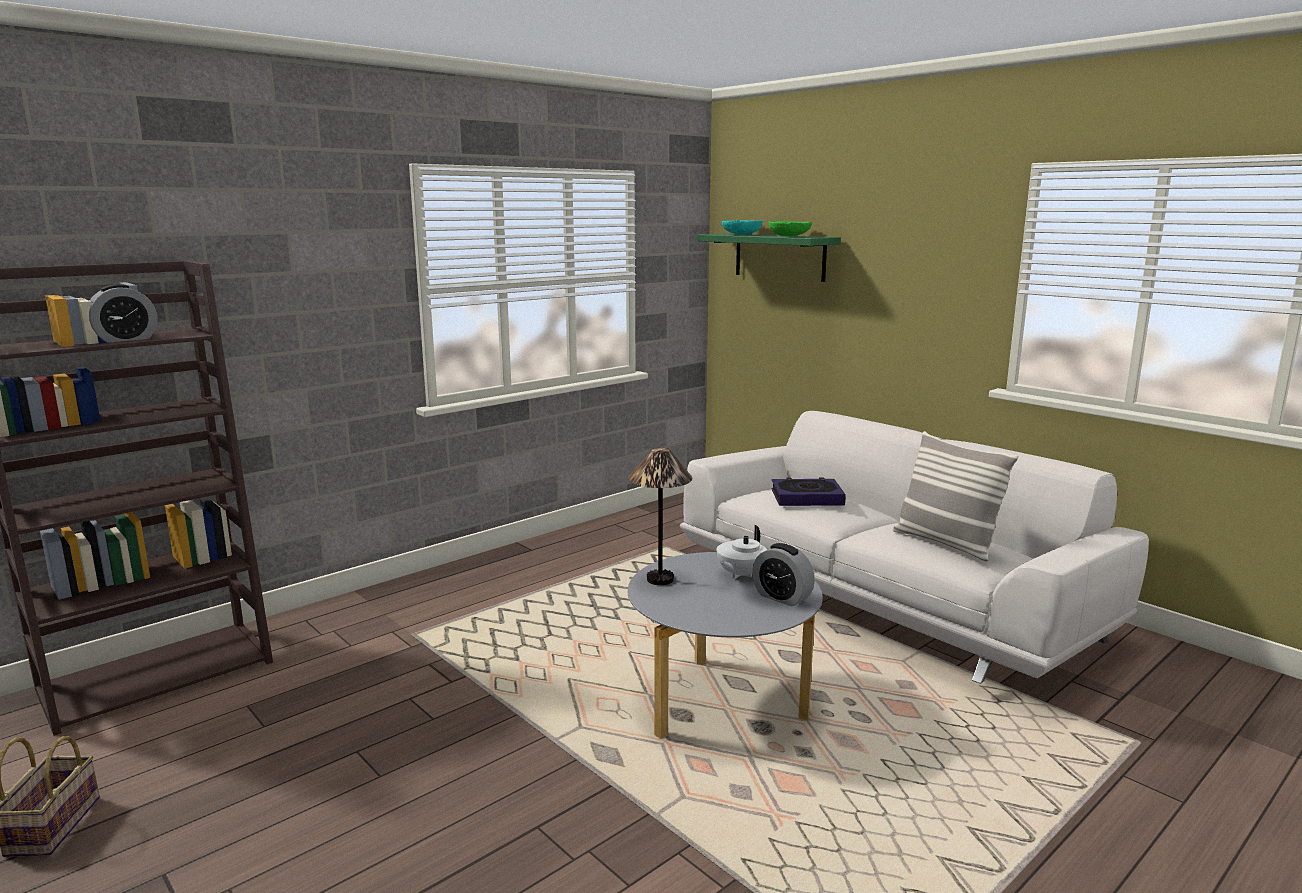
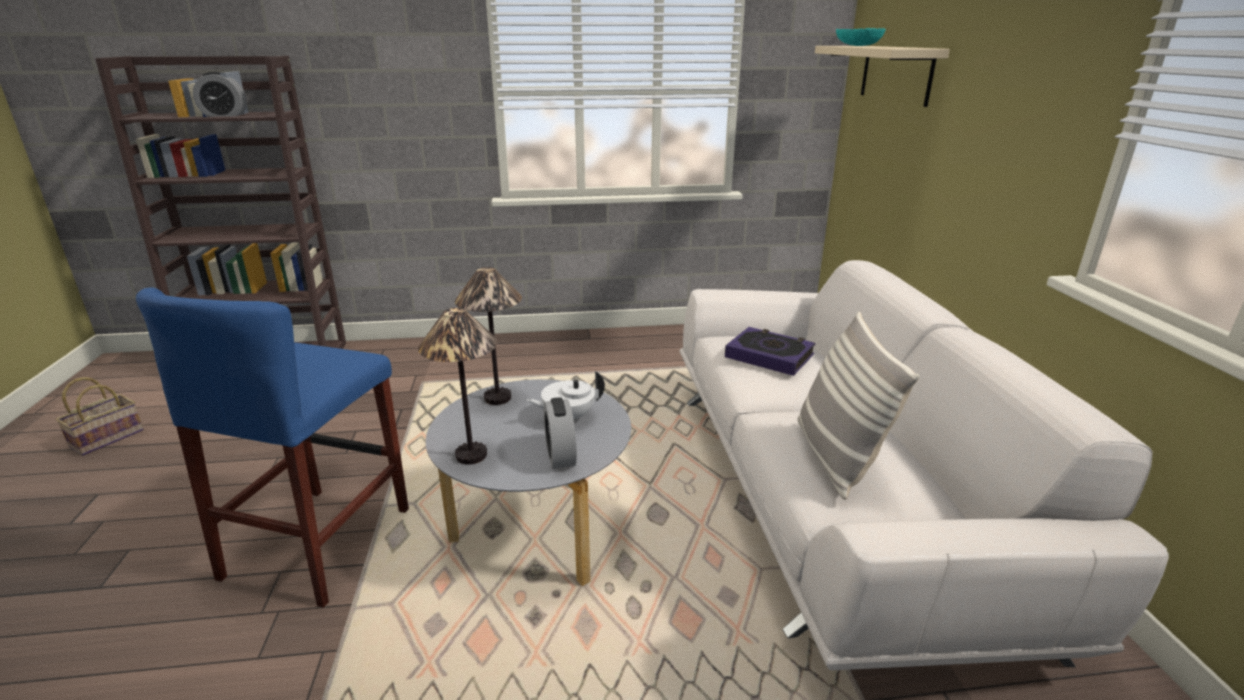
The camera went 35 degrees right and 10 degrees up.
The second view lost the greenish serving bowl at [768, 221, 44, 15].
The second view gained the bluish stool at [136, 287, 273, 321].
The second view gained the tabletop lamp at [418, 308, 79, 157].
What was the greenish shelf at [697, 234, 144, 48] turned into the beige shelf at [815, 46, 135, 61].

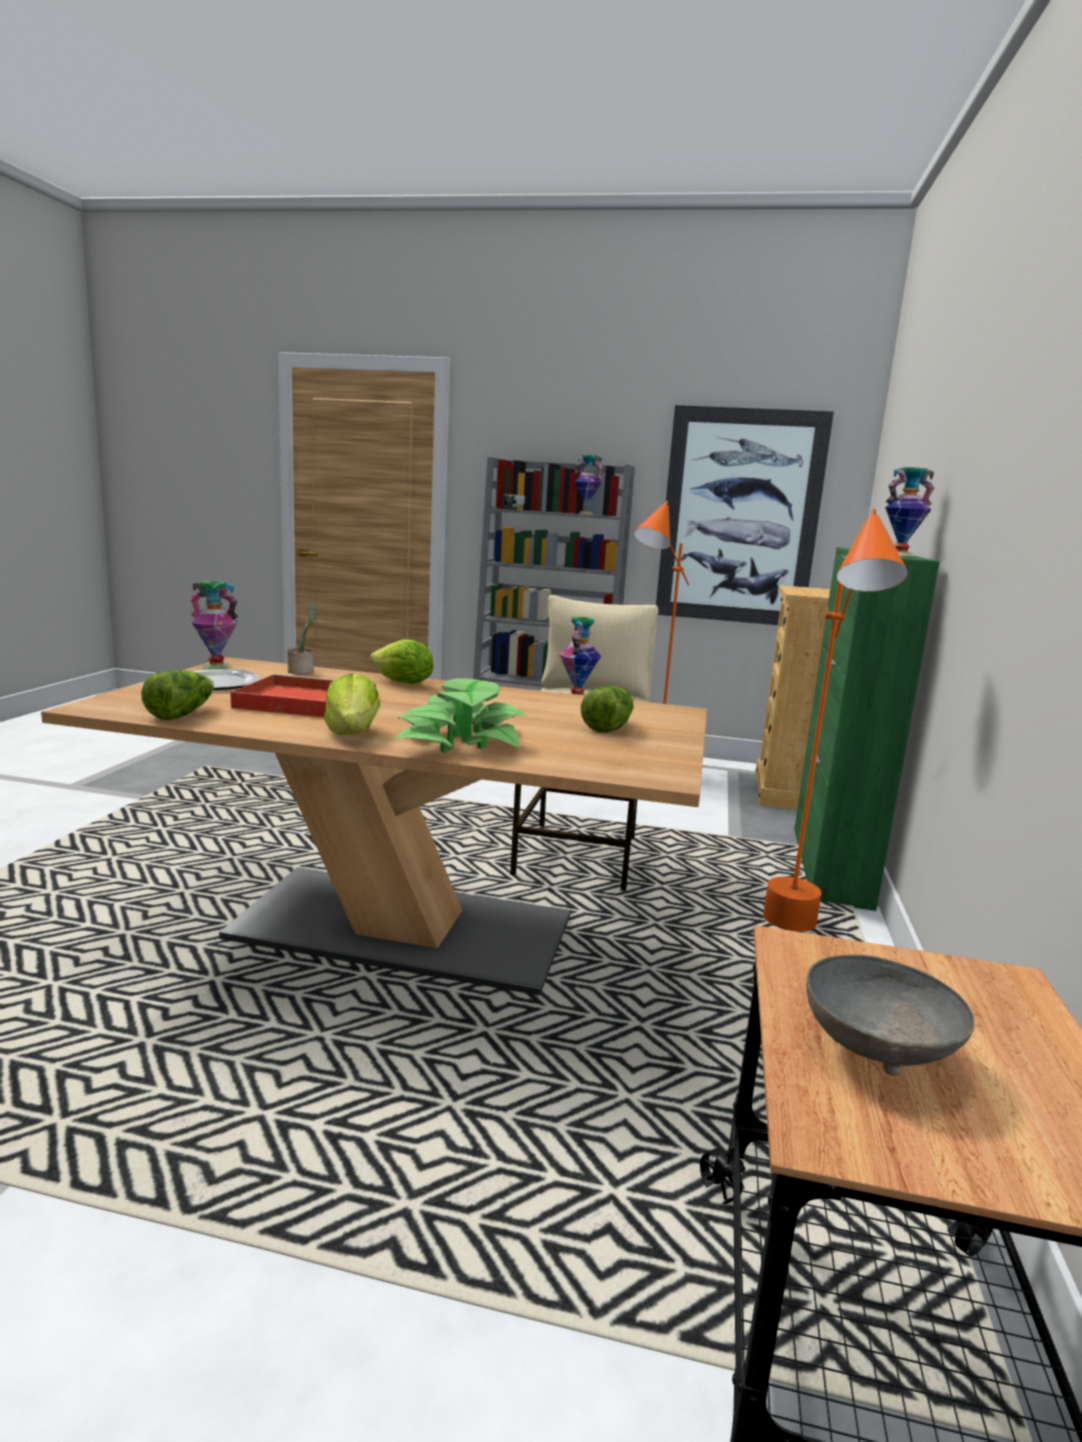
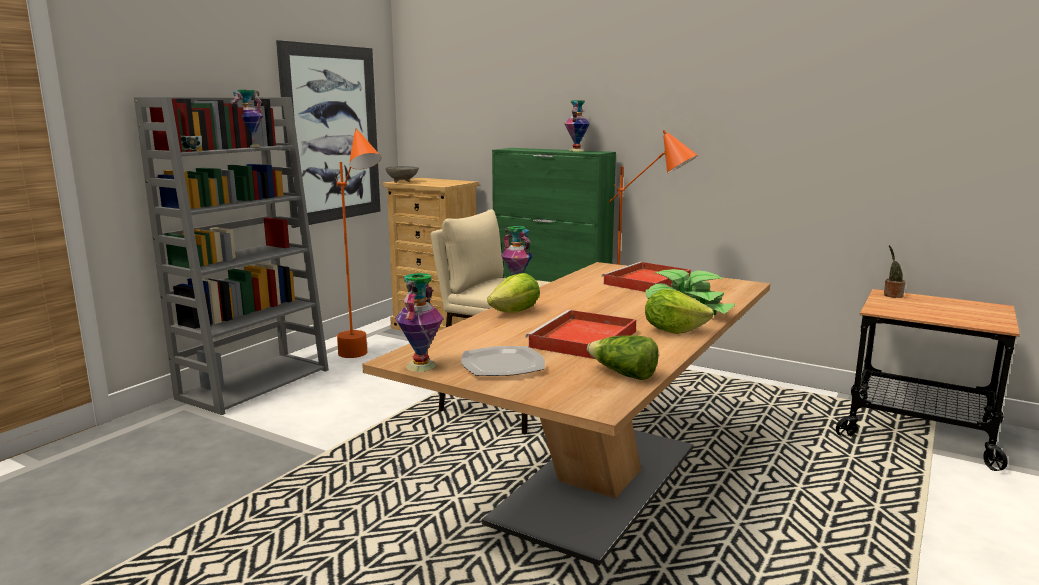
The camera went 70 degrees left and 0 degrees up.
The plant in a pot ended up elsewhere, having gone from [287, 601, 28, 73] to [884, 245, 21, 53].
The greyish serving bowl ended up elsewhere, having gone from [806, 954, 169, 122] to [385, 166, 34, 17].
Where the lettuce stood at [581, 686, 53, 47], the red tray came to stand at [602, 262, 89, 30].

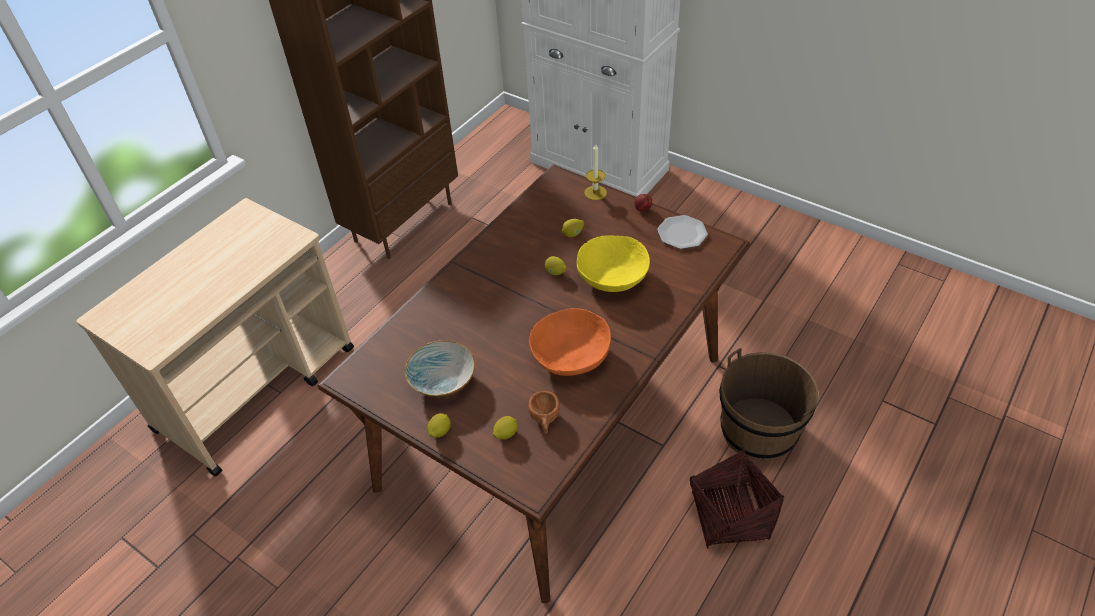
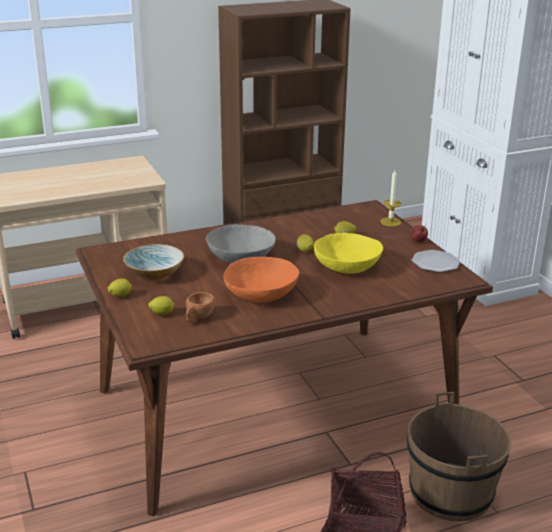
The camera went 30 degrees right and 20 degrees down.
The second view gained the greyish serving bowl at [206, 224, 70, 39].

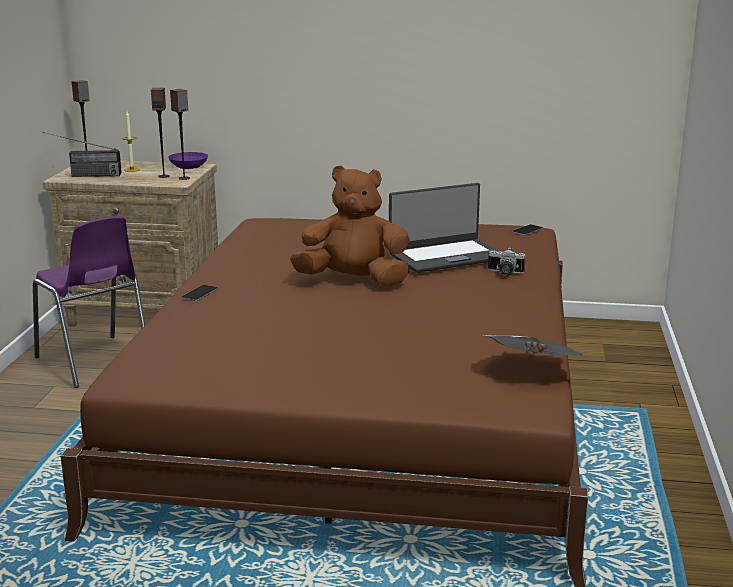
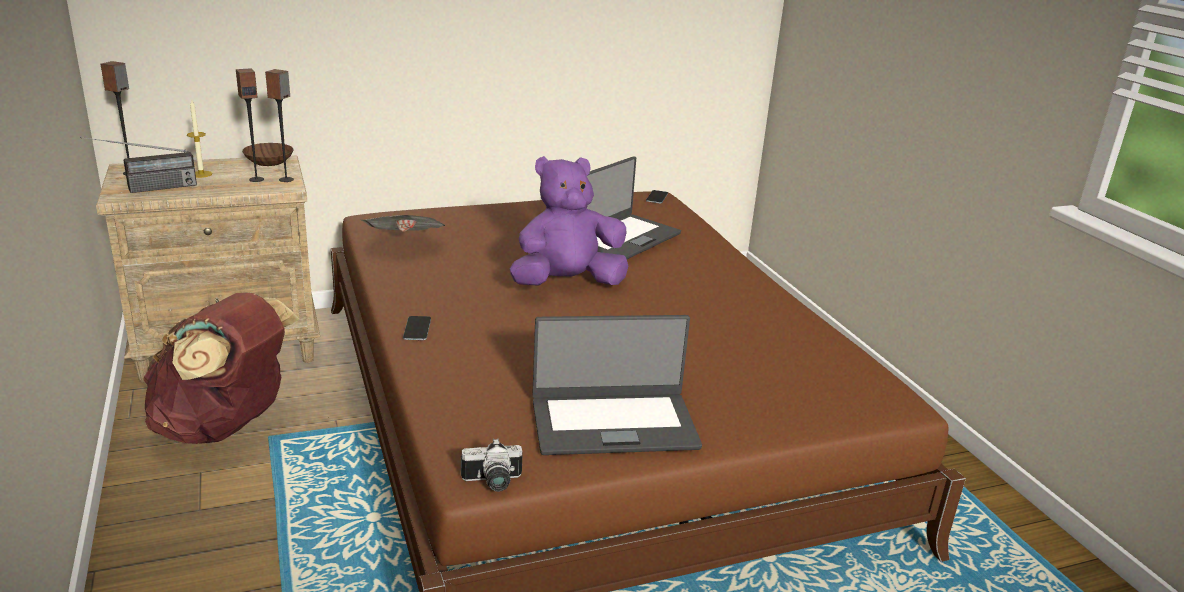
The camera went 30 degrees left and 5 degrees up.
The second view gained the portable computer at [532, 315, 170, 140].
The newspaper ended up elsewhere, having gone from [484, 335, 98, 21] to [362, 215, 83, 17].
The photo camera ended up elsewhere, having gone from [488, 247, 37, 28] to [461, 439, 61, 53].
Where the purplish plain chair stood at [33, 216, 112, 172], the brown backpack came to stand at [143, 292, 157, 152].
What was the purplish serving bowl at [168, 152, 40, 17] turned into the brown serving bowl at [242, 143, 52, 23].
What was the brown cuddly toy at [290, 166, 120, 120] turned into the purplish cuddly toy at [510, 156, 118, 130].

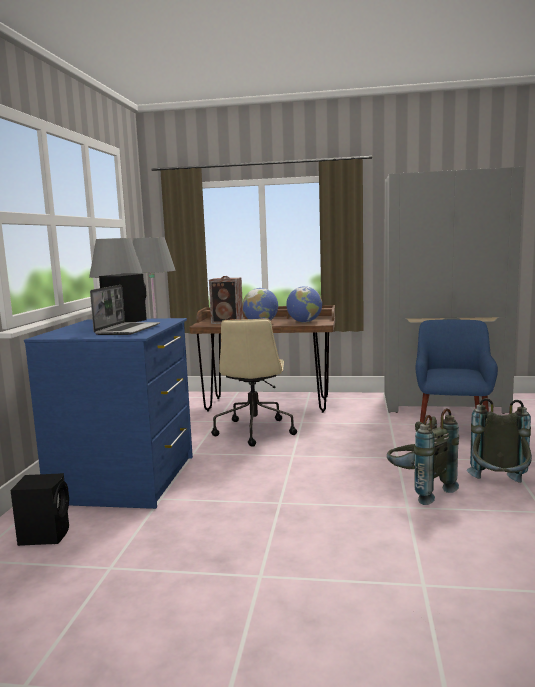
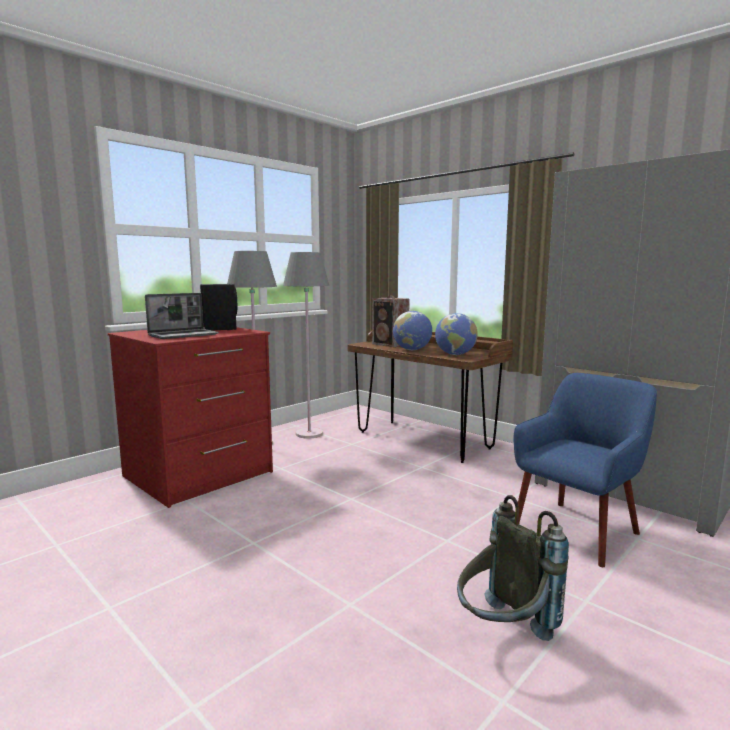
The camera went 35 degrees right and 0 degrees up.
The second view lost the blackish speaker at [10, 473, 59, 73].
The second view lost the beige desk chair at [211, 318, 86, 129].
The second view lost the greyish backpack at [387, 409, 72, 96].
What was the bluish drawer chest at [24, 318, 169, 191] turned into the red drawer chest at [108, 327, 165, 181].

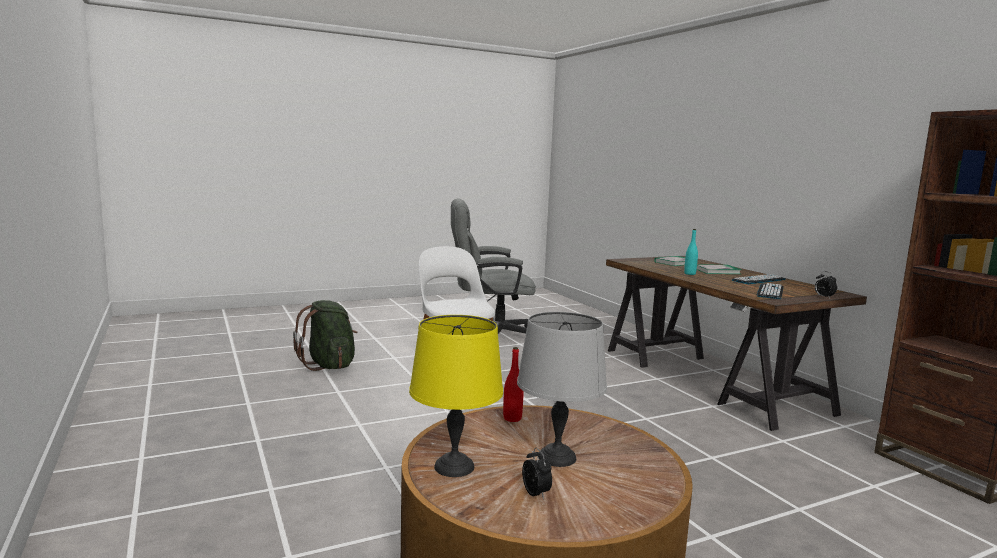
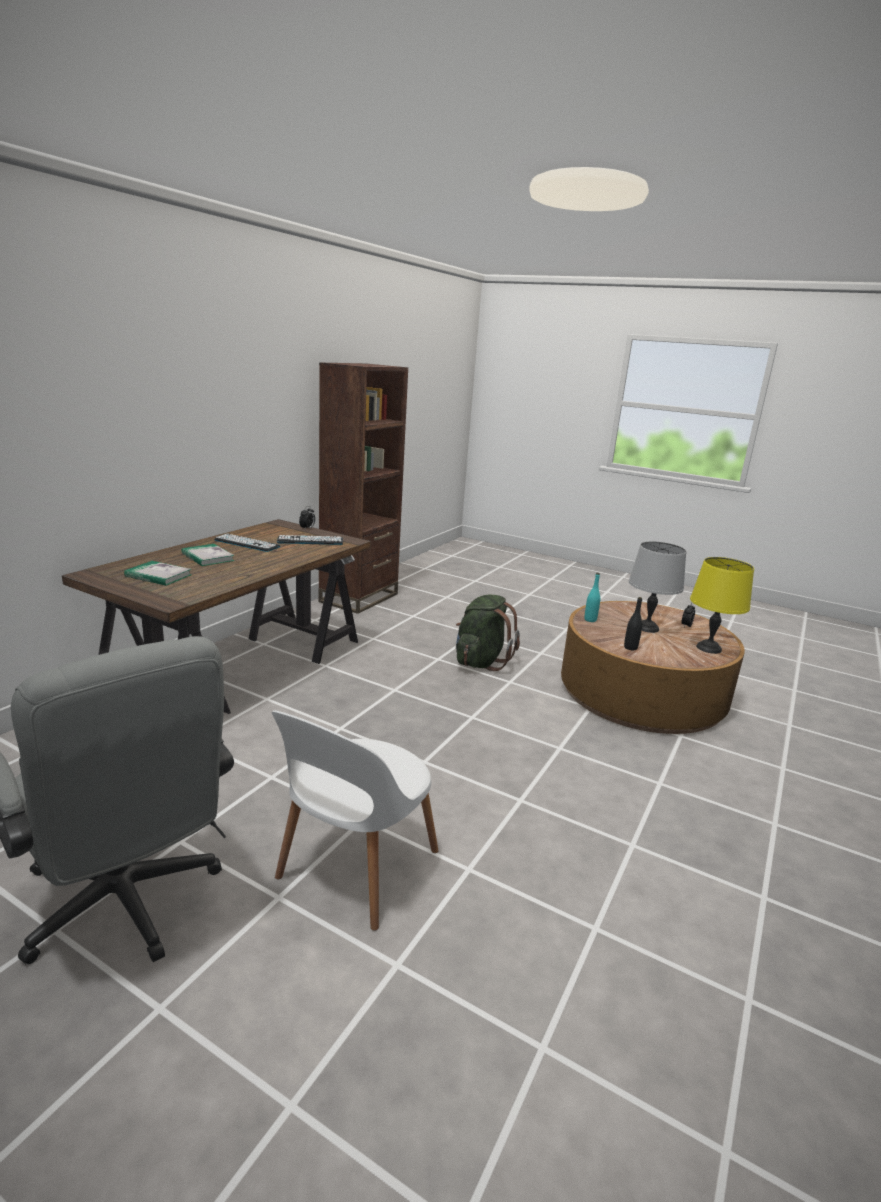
The camera went 125 degrees left and 10 degrees up.
The greenish backpack ended up elsewhere, having gone from [293, 300, 64, 71] to [456, 594, 64, 77].
The turquoise beverage bottle ended up elsewhere, having gone from [684, 229, 14, 46] to [584, 573, 16, 49].
What was the red beverage bottle at [503, 347, 21, 75] turned into the blackish beverage bottle at [624, 597, 18, 53].

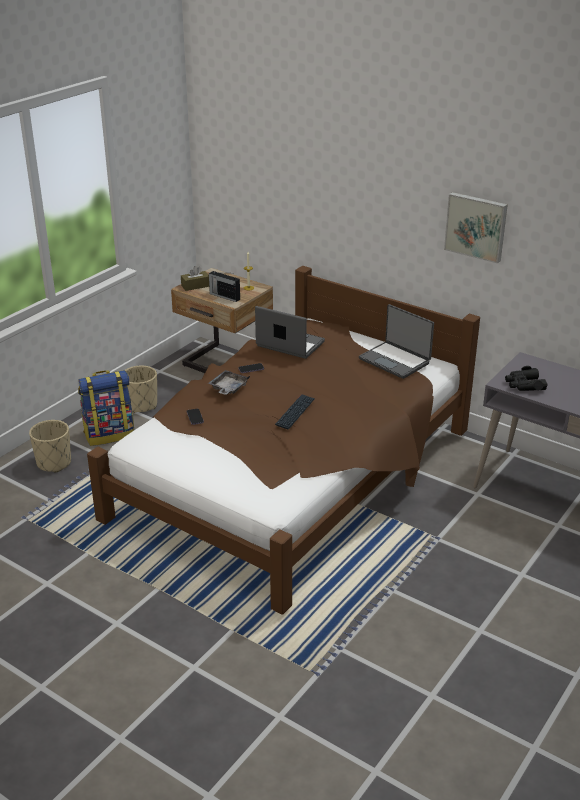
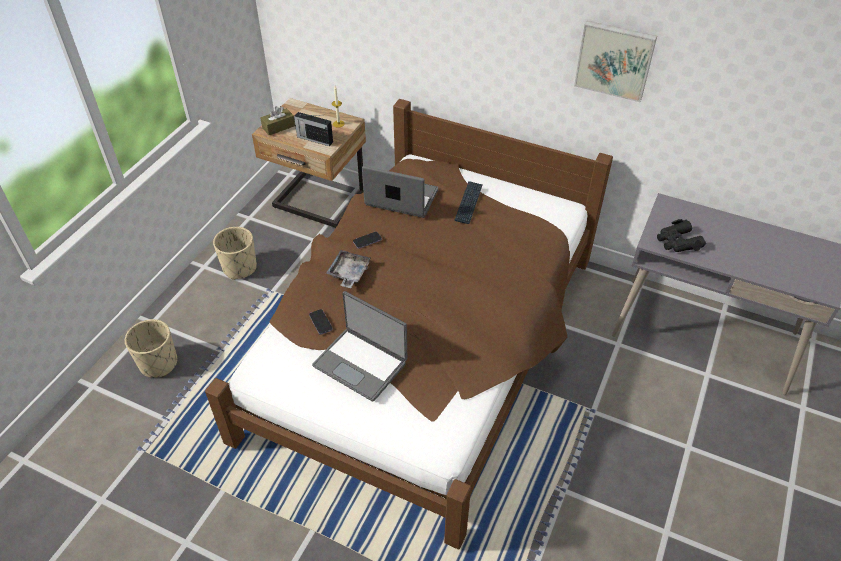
The camera went 10 degrees left and 15 degrees up.
The second view lost the backpack at [78, 370, 56, 76].
The keyboard ended up elsewhere, having gone from [275, 394, 40, 35] to [455, 181, 28, 43].
The portable computer ended up elsewhere, having gone from [359, 304, 75, 75] to [312, 291, 95, 110].

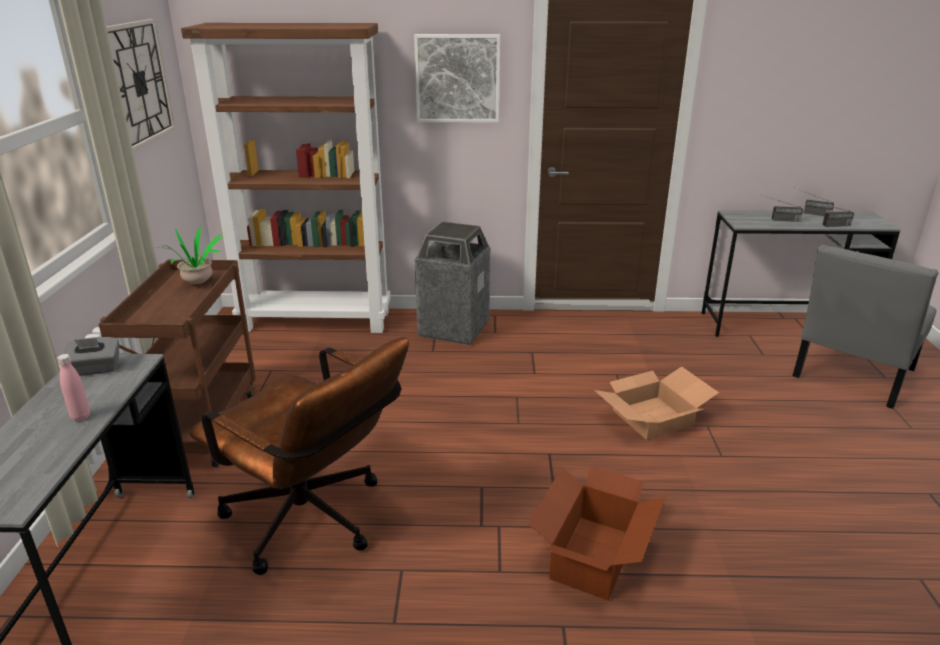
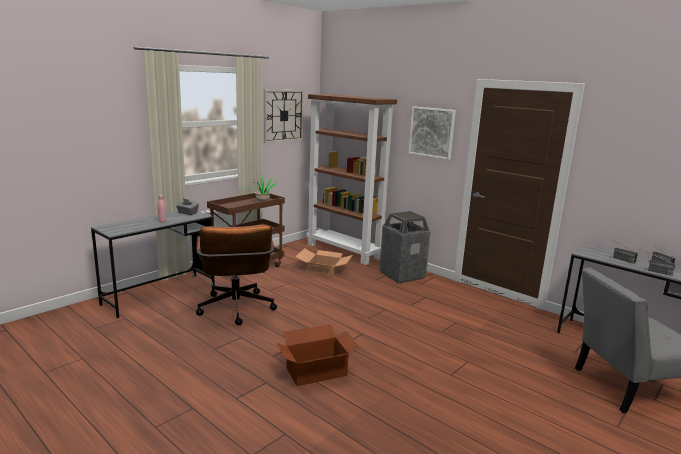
The camera went 40 degrees right and 10 degrees down.
The packing box ended up elsewhere, having gone from [594, 366, 125, 74] to [295, 248, 58, 28].

